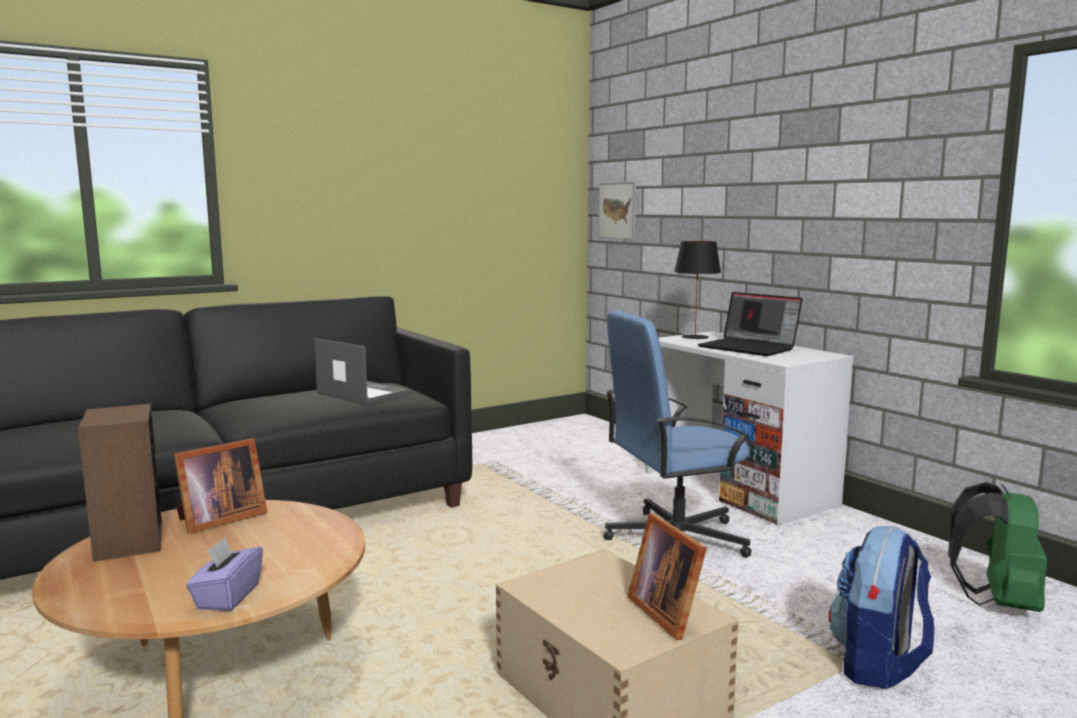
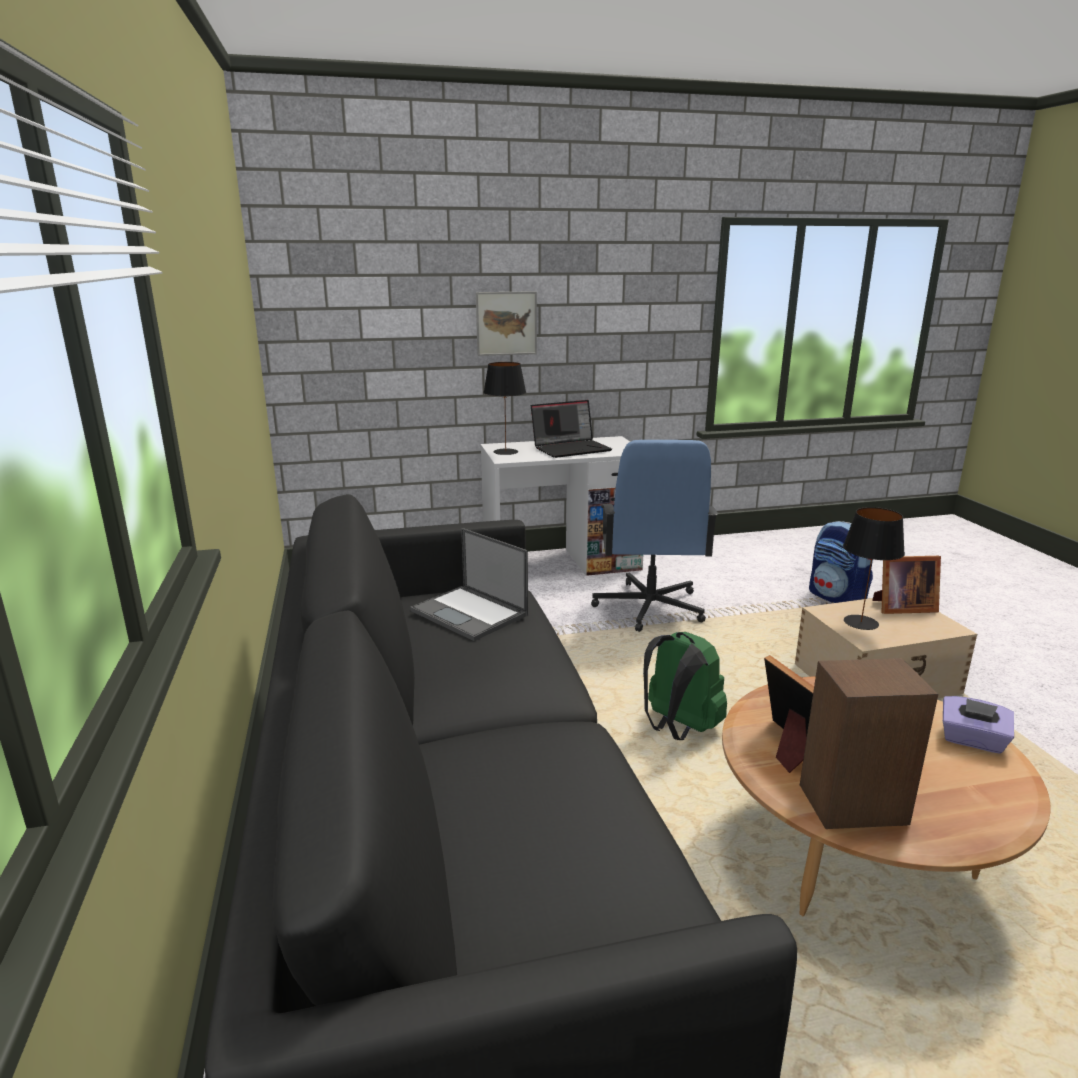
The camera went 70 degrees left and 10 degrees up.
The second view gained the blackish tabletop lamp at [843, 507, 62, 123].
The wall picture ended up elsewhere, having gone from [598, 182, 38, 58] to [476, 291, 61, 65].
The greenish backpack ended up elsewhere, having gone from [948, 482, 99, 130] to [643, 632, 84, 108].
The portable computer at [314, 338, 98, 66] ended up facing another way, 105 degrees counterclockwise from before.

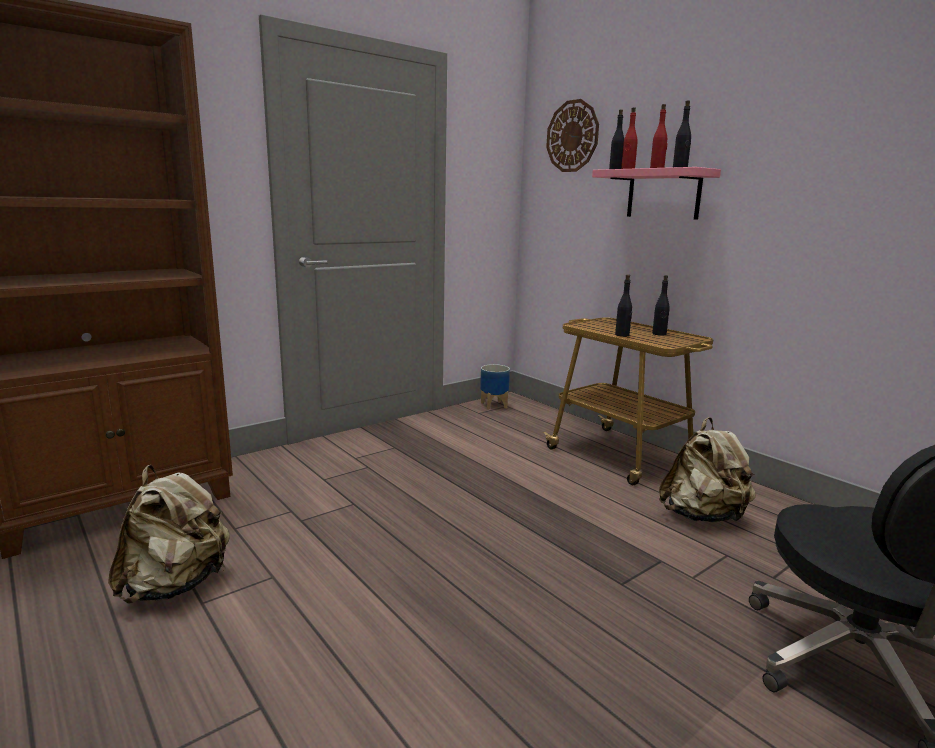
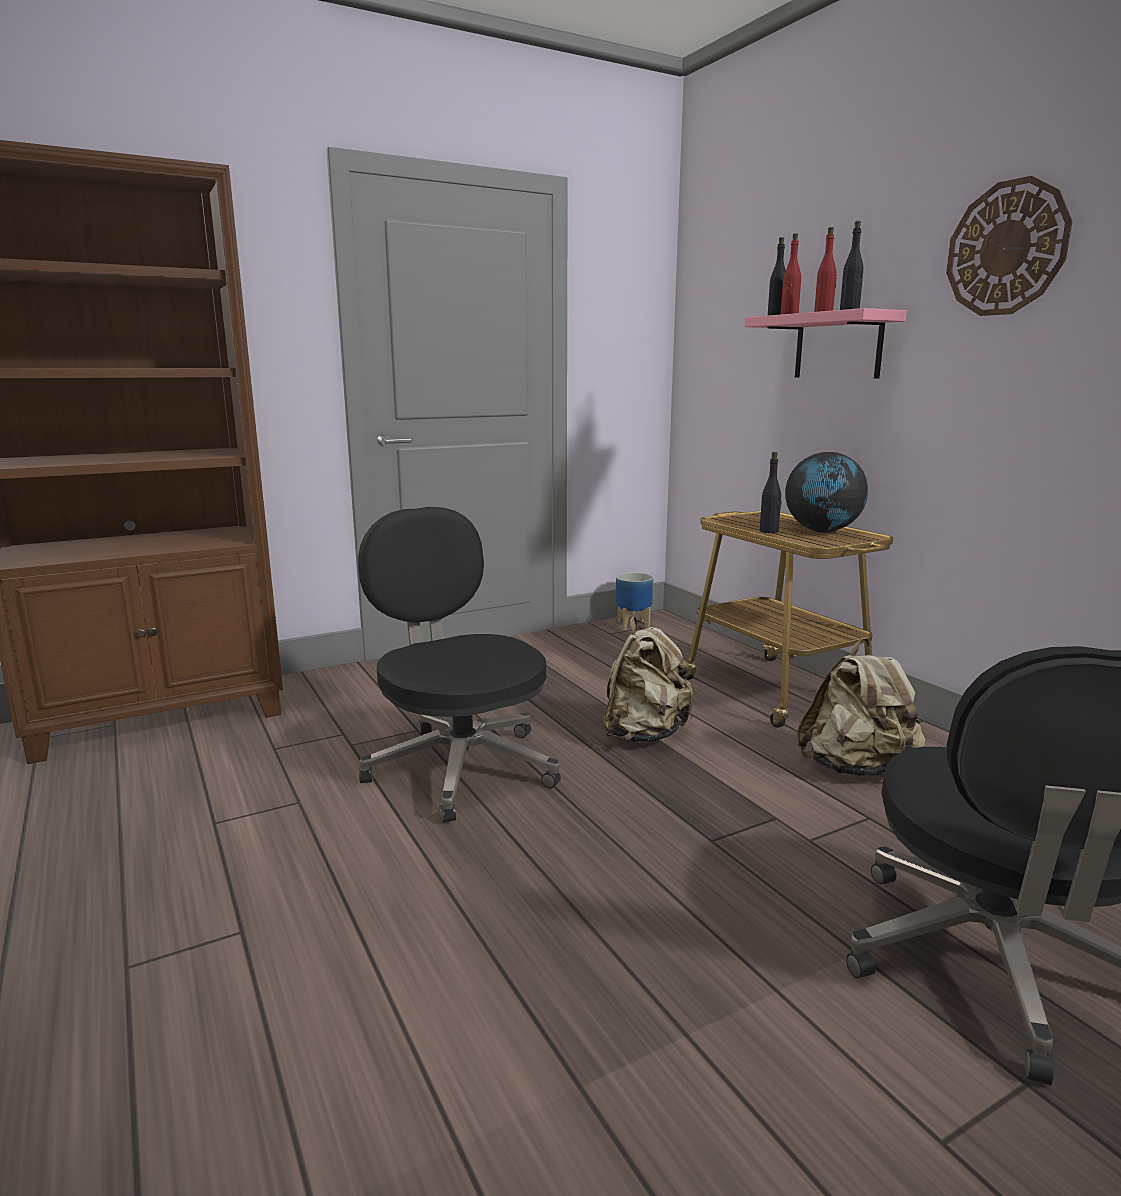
The camera went 10 degrees right and 0 degrees up.
The second view gained the blackish desk chair at [358, 507, 203, 316].
The beige backpack ended up elsewhere, having gone from [108, 465, 122, 138] to [603, 616, 91, 127].
The hanging clock ended up elsewhere, having gone from [546, 99, 53, 73] to [946, 176, 127, 140].
Where the blackish beverage bottle stood at [652, 275, 18, 61], the world globe came to stand at [785, 452, 83, 81].

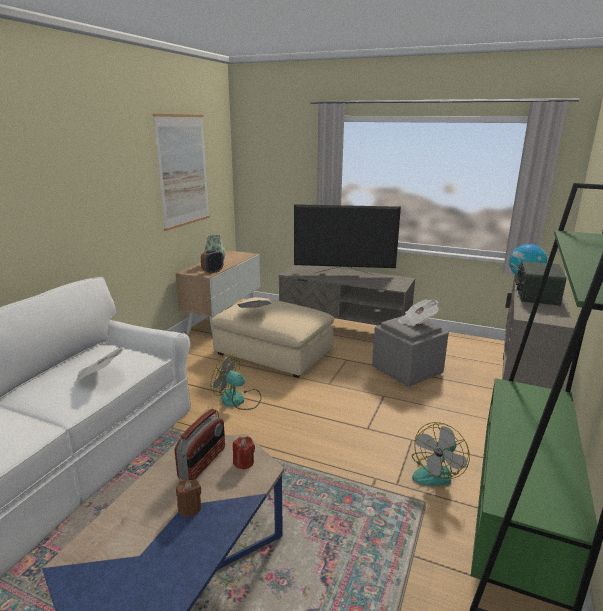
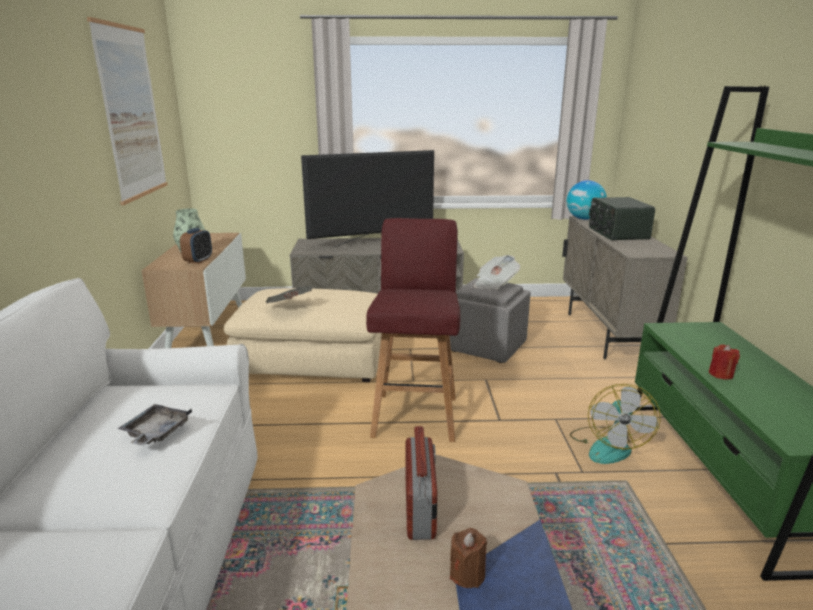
The camera went 25 degrees left and 0 degrees up.
The second view lost the fan at [211, 354, 51, 56].
The second view gained the red stool at [366, 218, 94, 224].
The red wax light ended up elsewhere, having gone from [233, 436, 22, 33] to [709, 344, 31, 36].
Where the newspaper stood at [74, 347, 49, 36], the greyish tray came to stand at [118, 404, 74, 42].

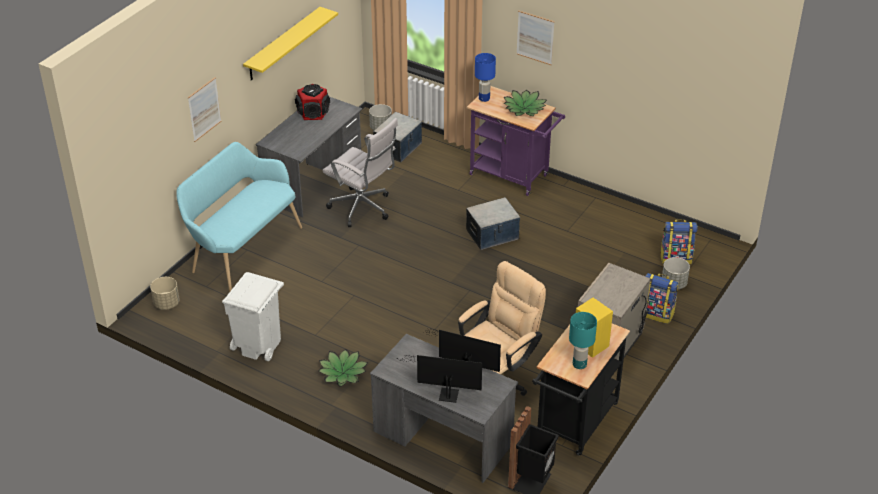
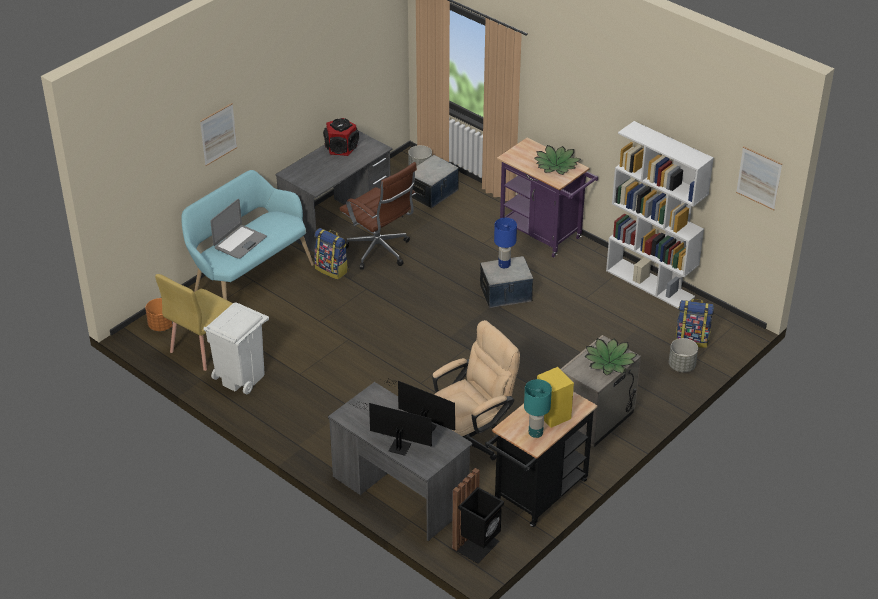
The camera went 10 degrees right and 0 degrees up.
The second view lost the yellowish shelf at [243, 7, 95, 74].
The second view gained the yellowish plain chair at [155, 274, 78, 97].
The second view gained the portable computer at [210, 199, 57, 60].
The second view gained the whitish bookcase at [606, 121, 108, 187].
The plant in a pot ended up elsewhere, having gone from [318, 349, 50, 38] to [584, 338, 54, 38].
The bluish tabletop lamp ended up elsewhere, having gone from [475, 53, 21, 49] to [494, 218, 23, 50].
The wall picture ended up elsewhere, having gone from [517, 11, 38, 54] to [736, 146, 46, 64].
The backpack ended up elsewhere, having gone from [645, 273, 33, 51] to [314, 228, 34, 51].
What was the beige planter at [150, 277, 30, 33] turned into the orange-coloured planter at [145, 298, 28, 33].
What was the whitish desk chair at [322, 118, 76, 109] turned into the brown desk chair at [339, 162, 78, 108].

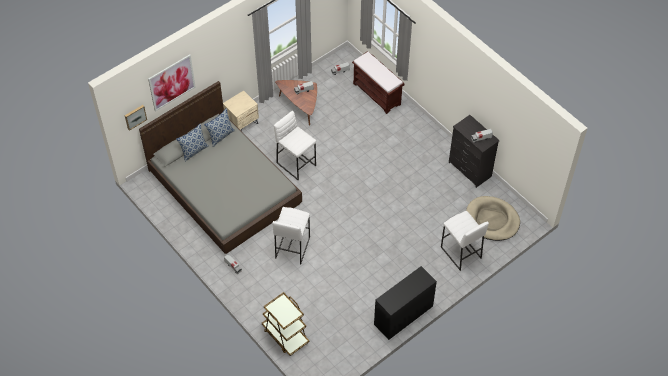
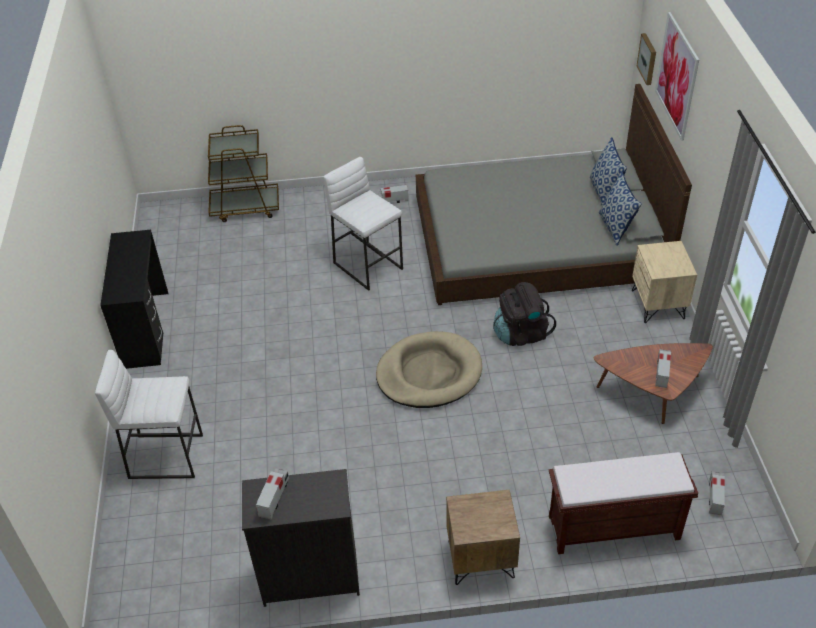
The camera went 125 degrees right and 10 degrees down.
The second view gained the brown night table at [446, 490, 74, 95].
The beige pet bed ended up elsewhere, having gone from [466, 196, 54, 45] to [376, 331, 106, 77].
Where the whitish stool stood at [274, 111, 42, 69], the blackish backpack came to stand at [493, 282, 63, 64].

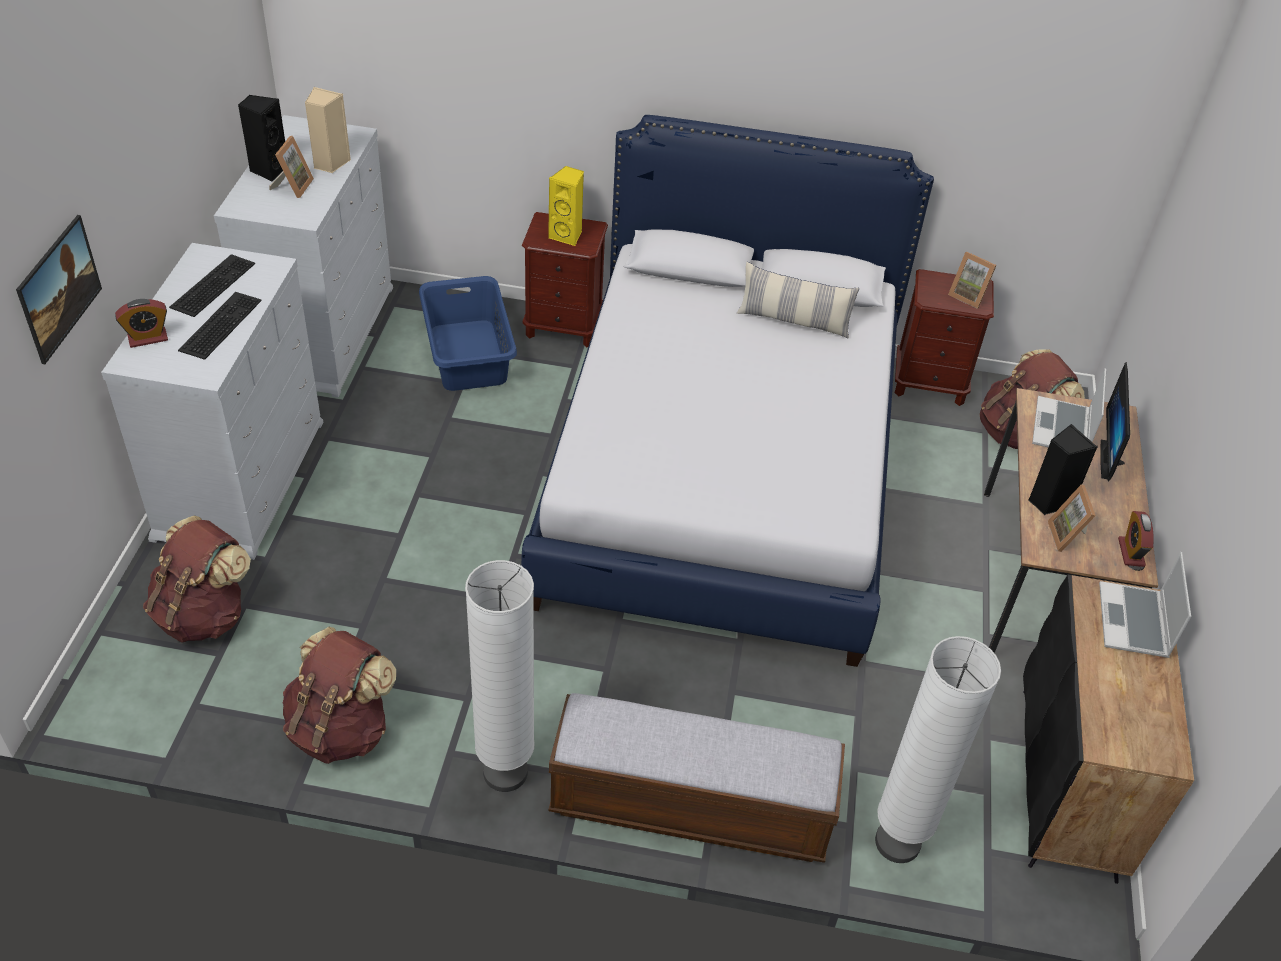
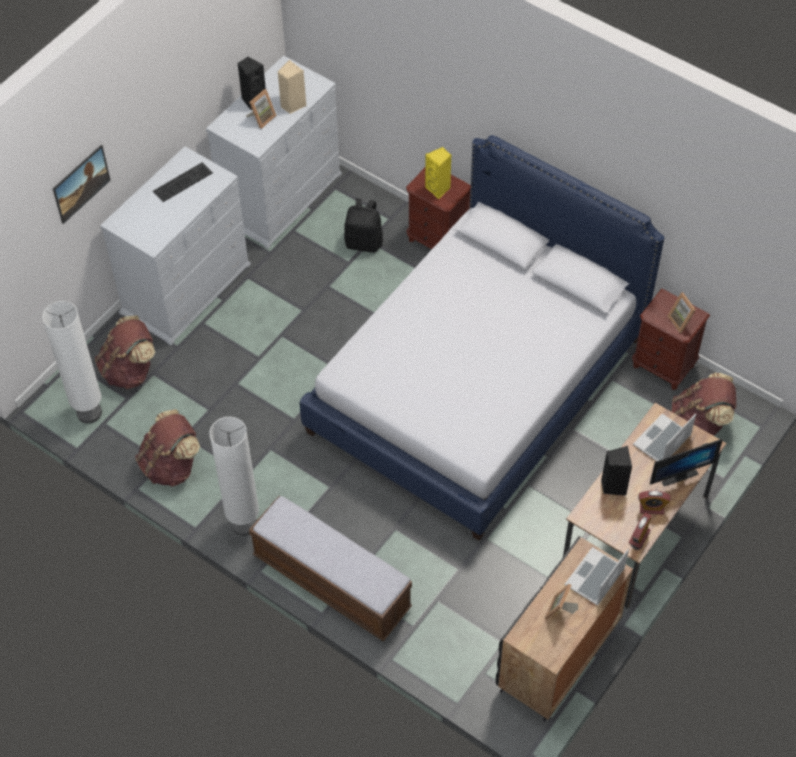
The camera went 30 degrees right and 10 degrees up.
The second view lost the keyboard at [178, 292, 84, 68].
The second view lost the throw pillow at [737, 262, 123, 76].
The alarm clock ended up elsewhere, having gone from [115, 299, 53, 49] to [639, 491, 31, 24].
The whitish standing lamp ended up elsewhere, having gone from [875, 636, 126, 227] to [42, 301, 60, 123].
The standing frame ended up elsewhere, having gone from [1048, 485, 48, 67] to [545, 584, 33, 35].
Where the bluish washing basket stood at [419, 276, 98, 115], the blackish backpack came to stand at [344, 198, 39, 55].
The computer screen at [1100, 362, 30, 119] ended up facing another way, 150 degrees counterclockwise from before.

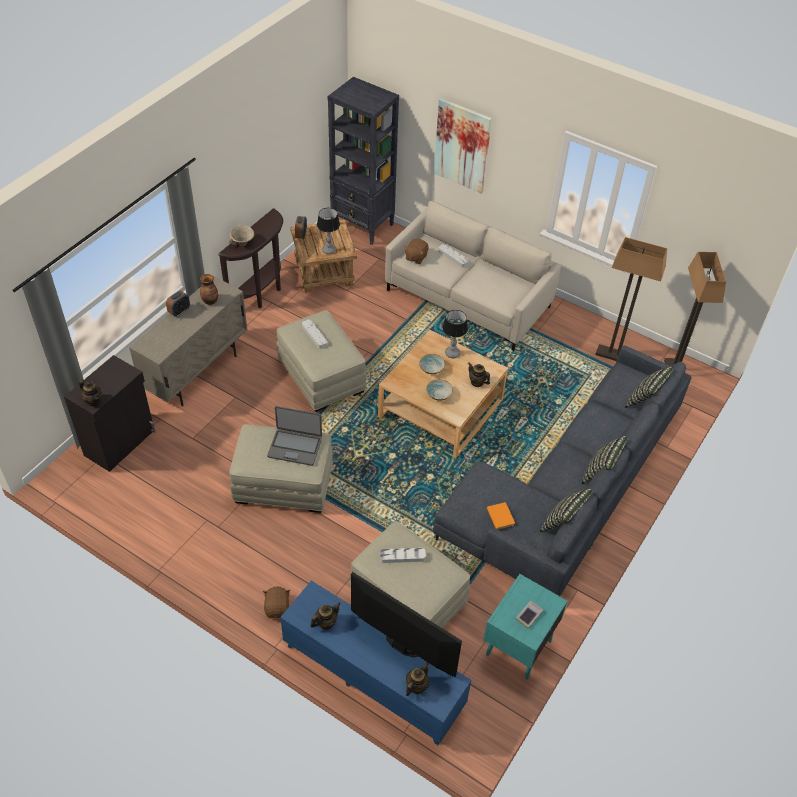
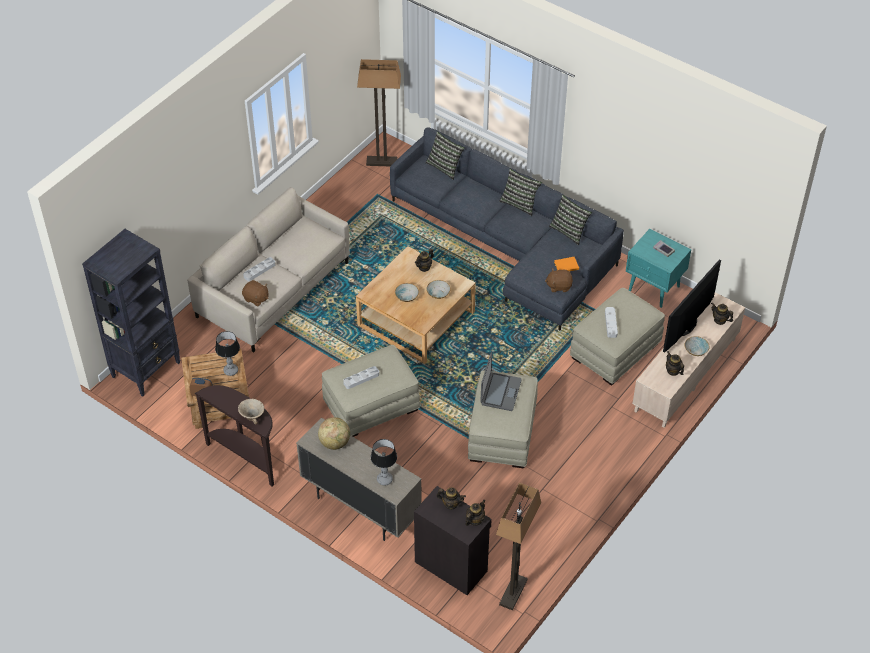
The camera went 85 degrees left and 0 degrees up.
The second view lost the alarm clock at [166, 291, 24, 26].
The second view lost the wall picture at [434, 98, 58, 96].
The second view gained the teapot at [436, 488, 30, 22].
The second view gained the serving bowl at [685, 336, 25, 20].
The brown cuddly toy ended up elsewhere, having gone from [263, 586, 27, 33] to [545, 268, 28, 24].
The tabletop lamp ended up elsewhere, having gone from [442, 310, 26, 48] to [371, 439, 26, 47].
The standing lamp ended up elsewhere, having gone from [595, 237, 72, 124] to [496, 482, 45, 128].
Where the vase stood at [200, 274, 18, 31], the world globe came to stand at [318, 417, 32, 33].
What was the bluish media console at [280, 581, 191, 164] turned into the beige media console at [633, 292, 112, 136].

